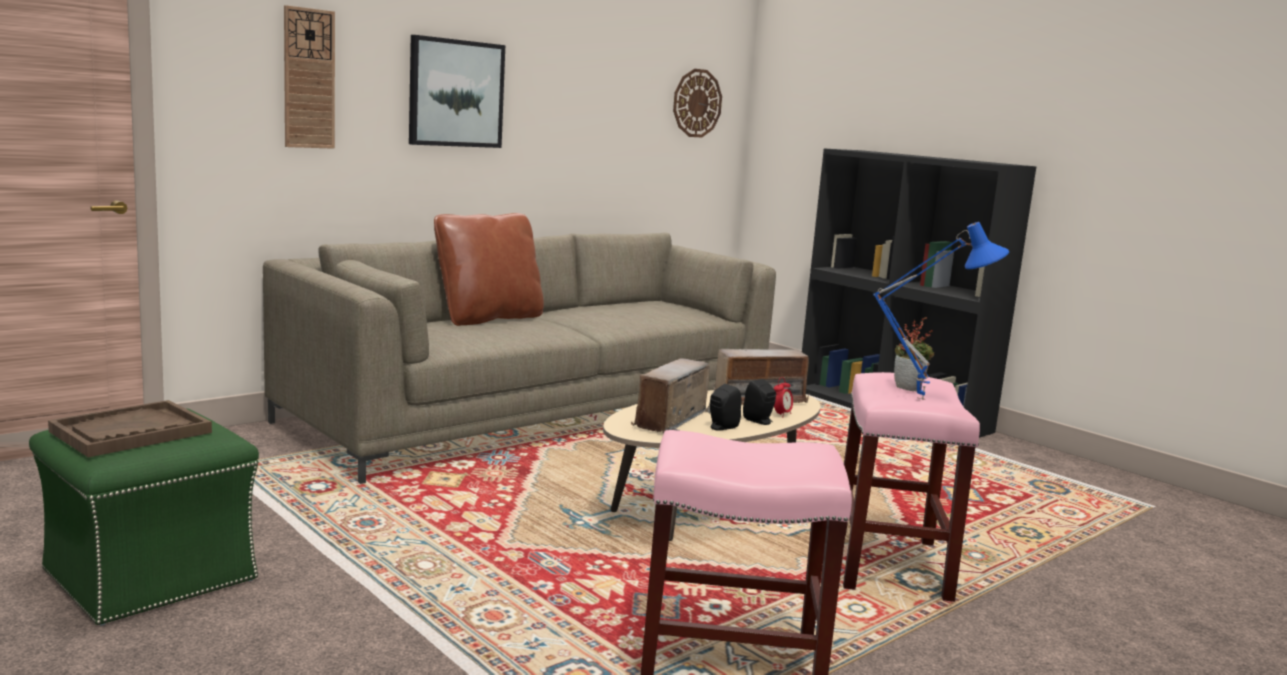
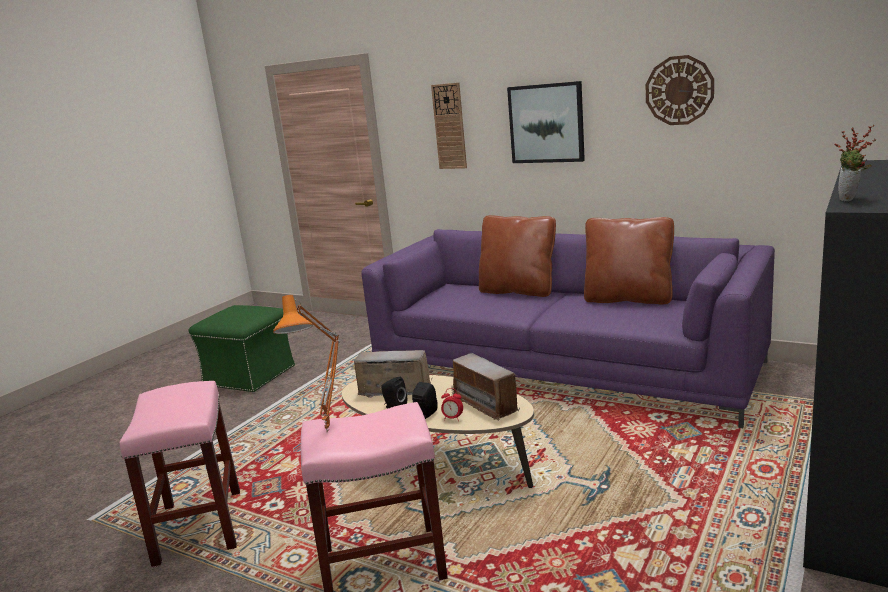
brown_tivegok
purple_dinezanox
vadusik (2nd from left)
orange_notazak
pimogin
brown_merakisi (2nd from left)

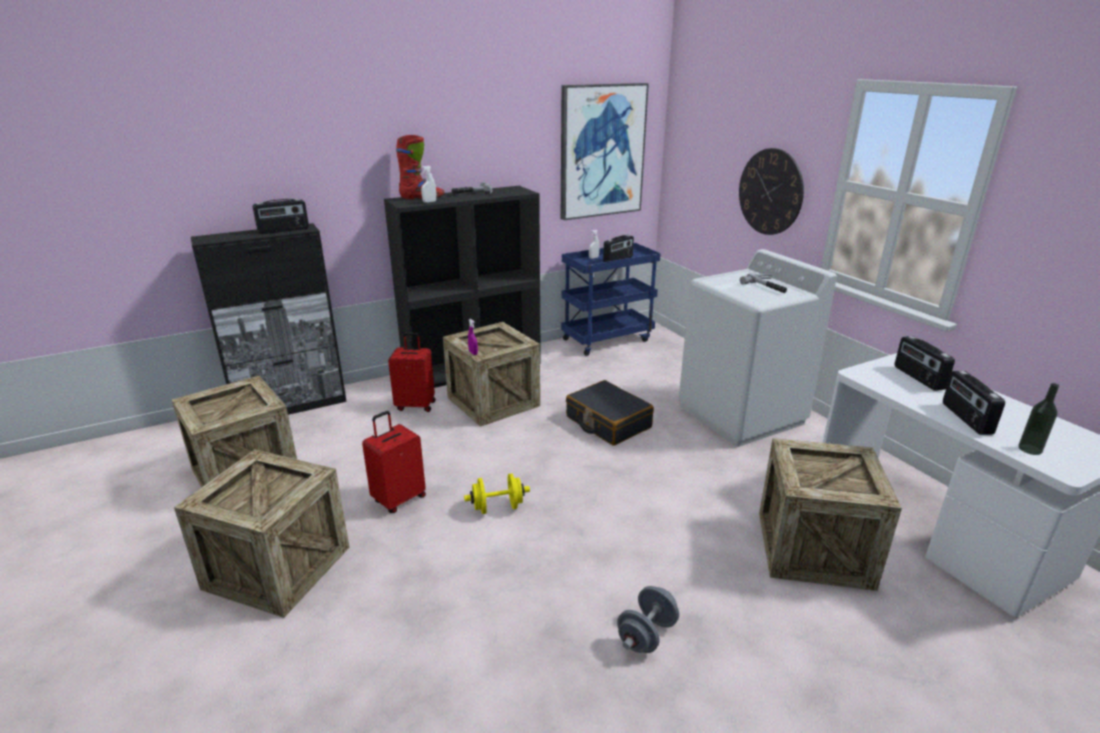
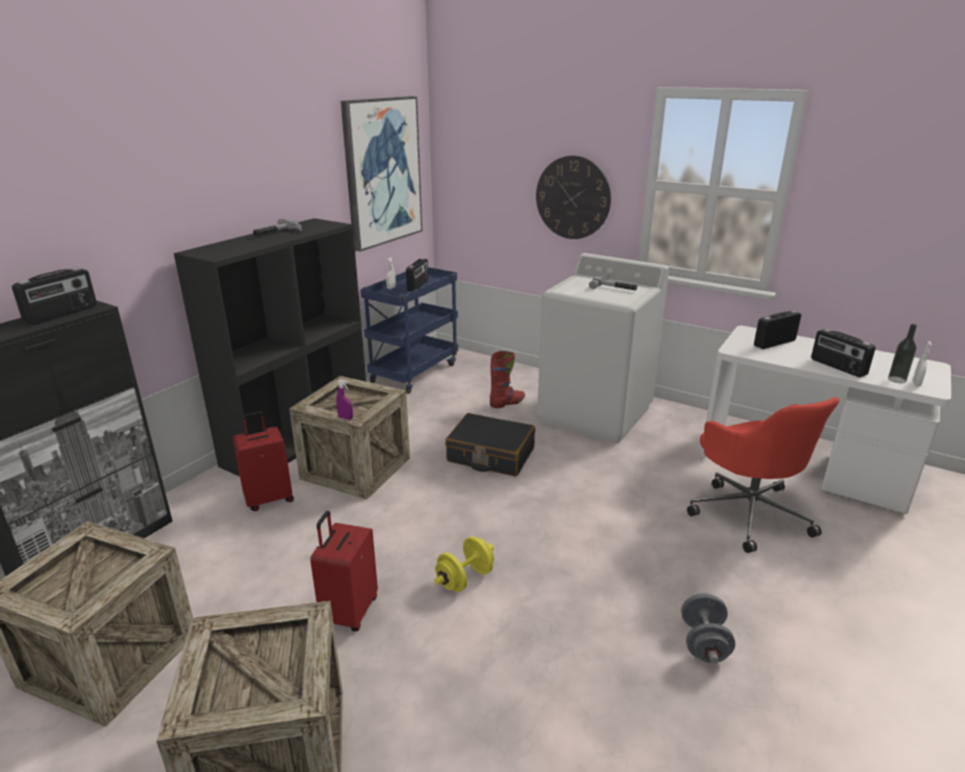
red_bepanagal
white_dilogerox (2nd from left)
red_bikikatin
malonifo (3rd from left)

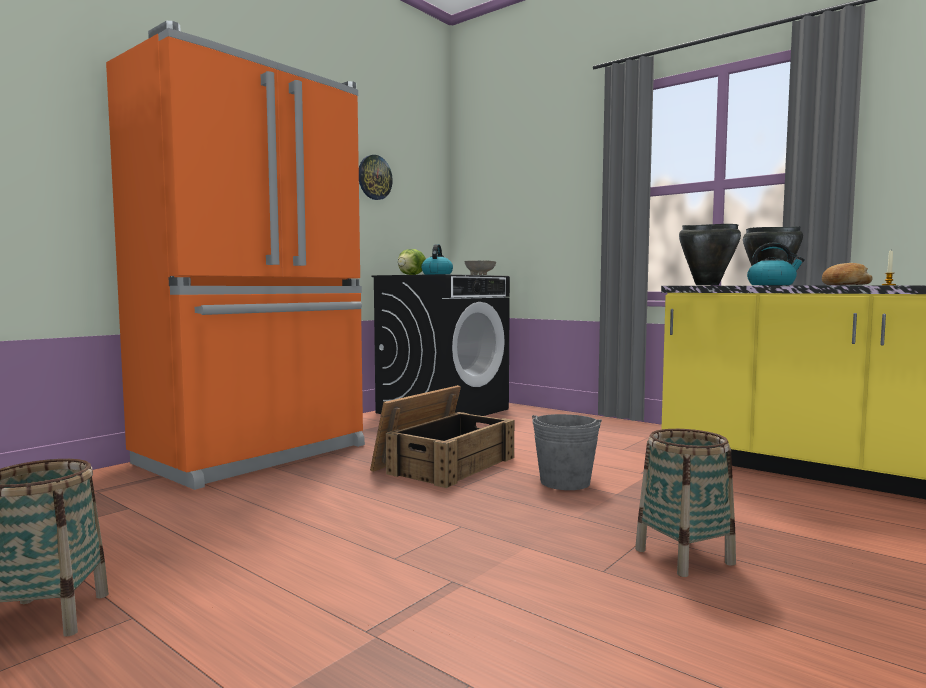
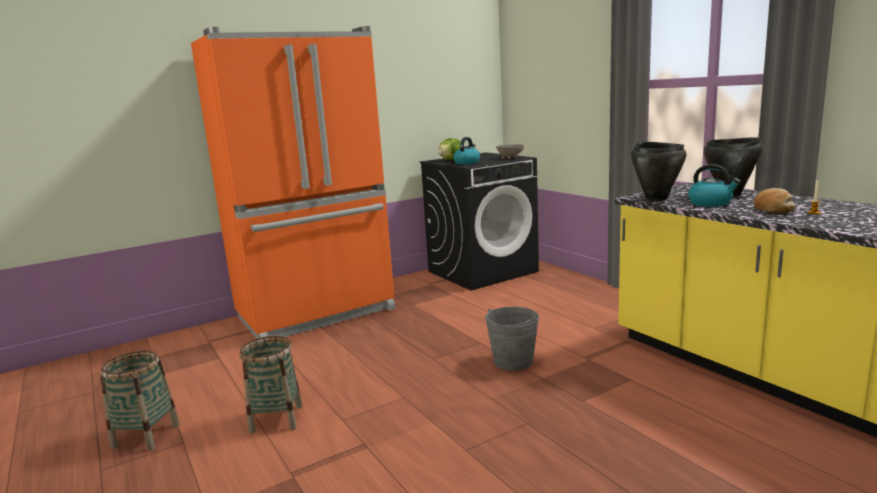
vadusik
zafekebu
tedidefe (2nd from left)

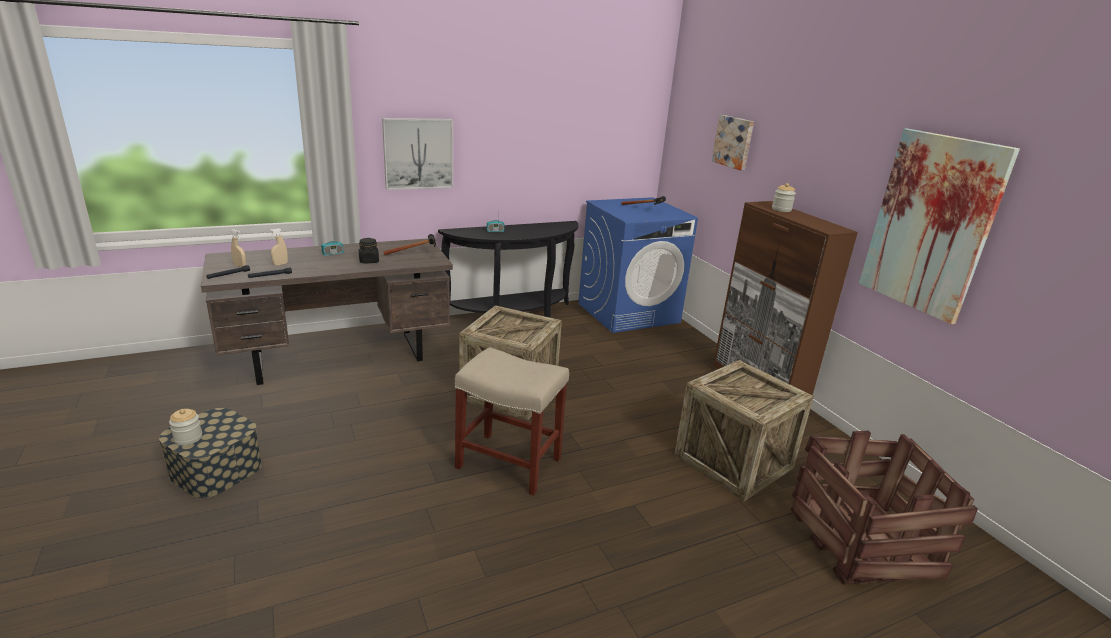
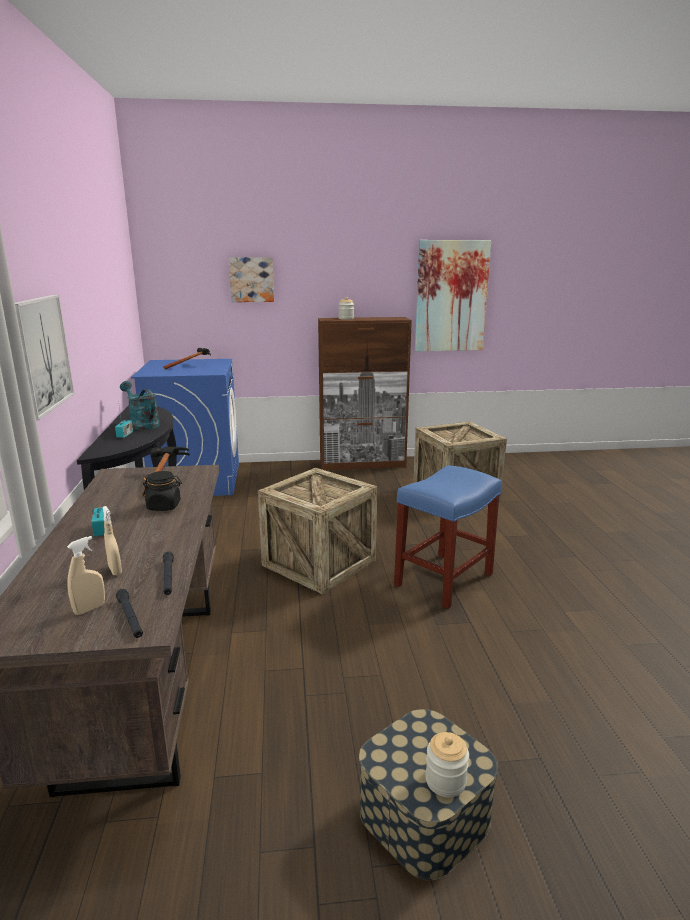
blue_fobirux
zafekebu (3rd from left in the first image)
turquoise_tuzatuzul

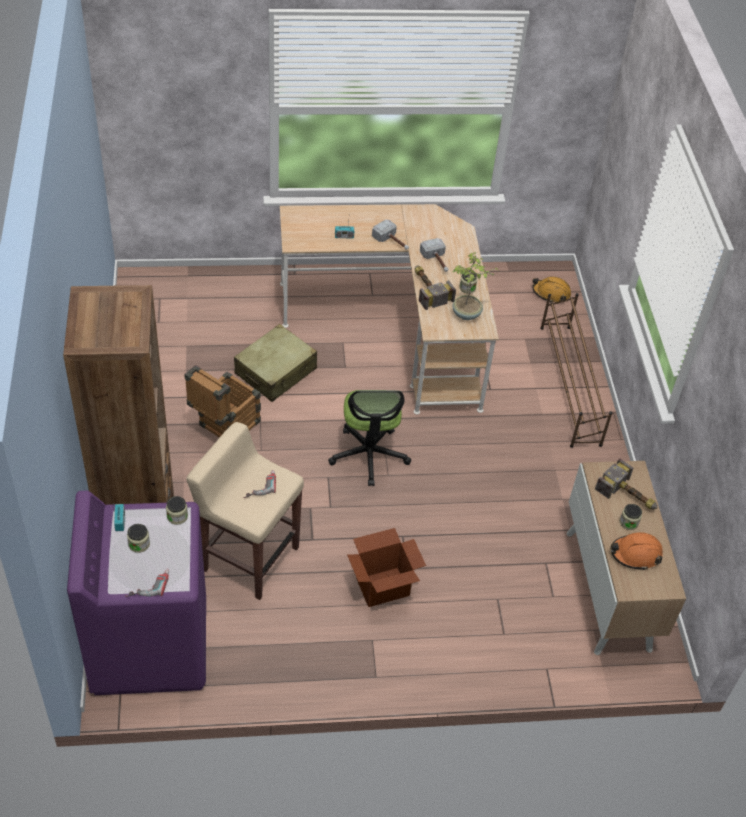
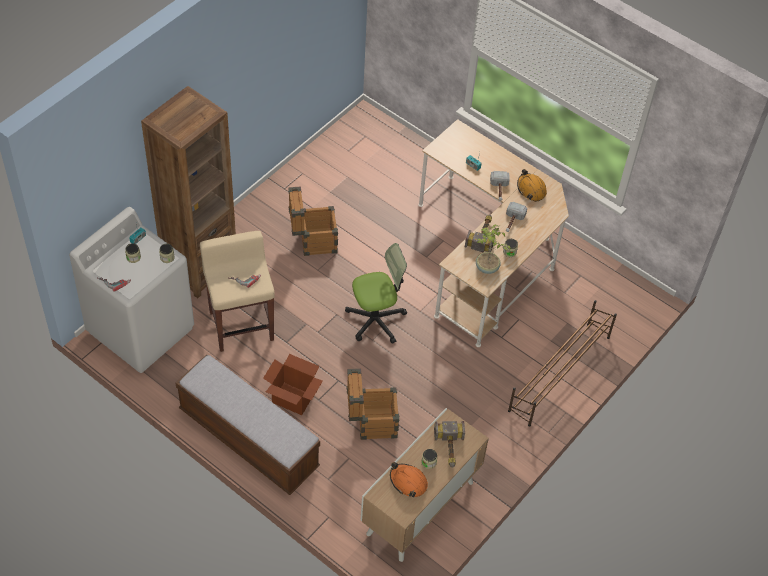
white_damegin
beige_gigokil
bikikatin
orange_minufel (2nd from left)
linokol
zafekebu (2nd from left)

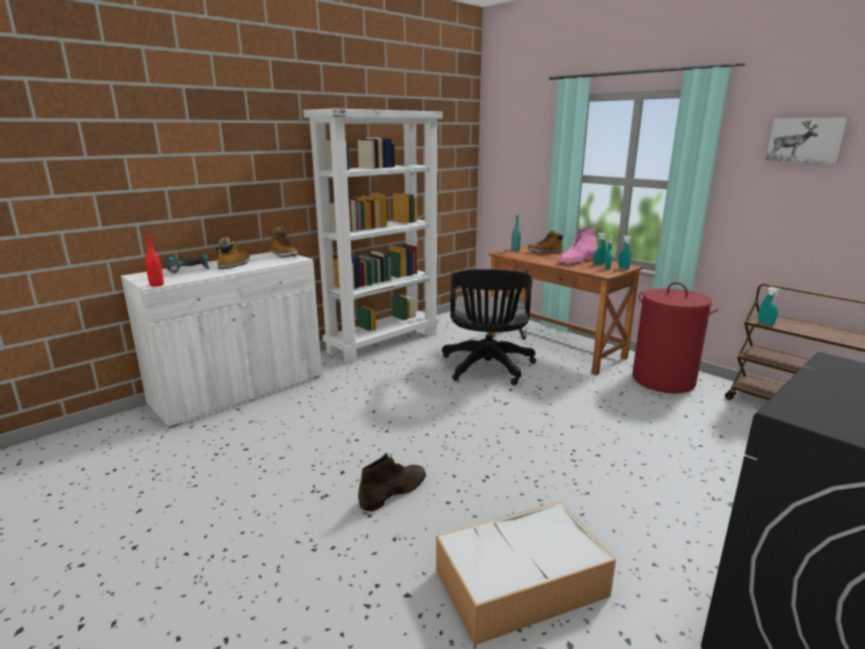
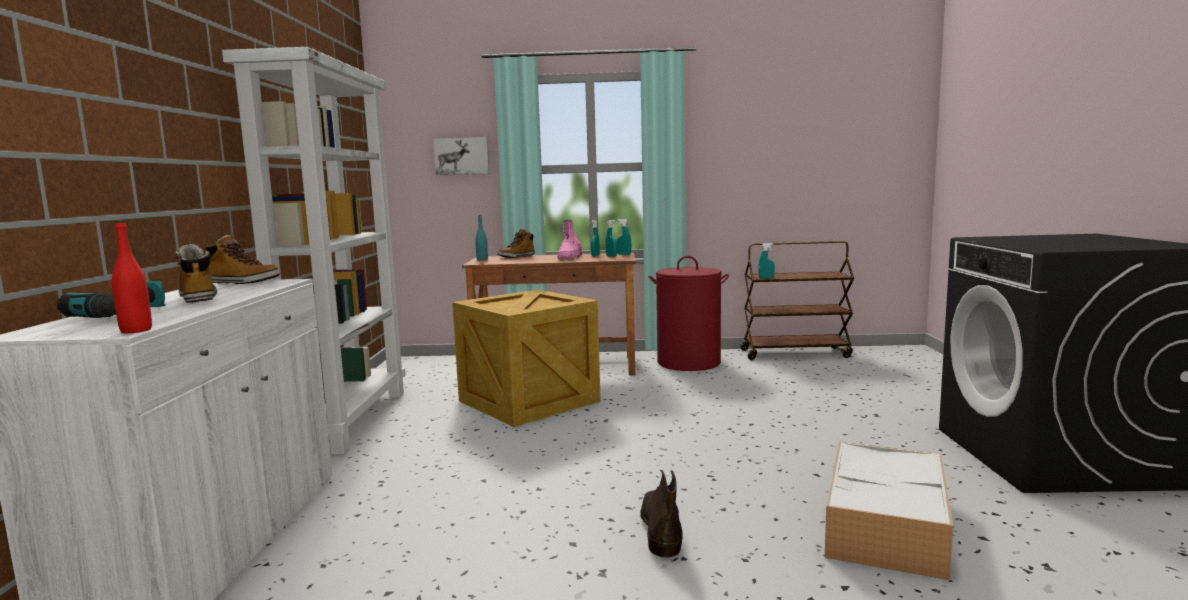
zafekebu
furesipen

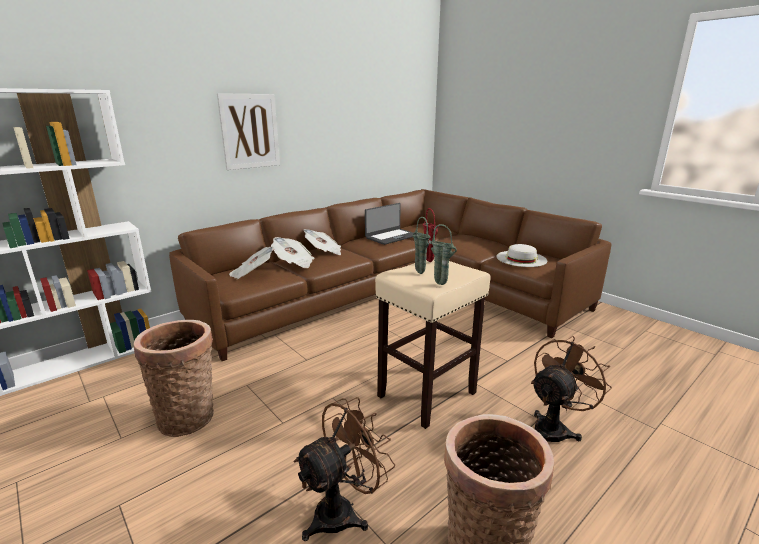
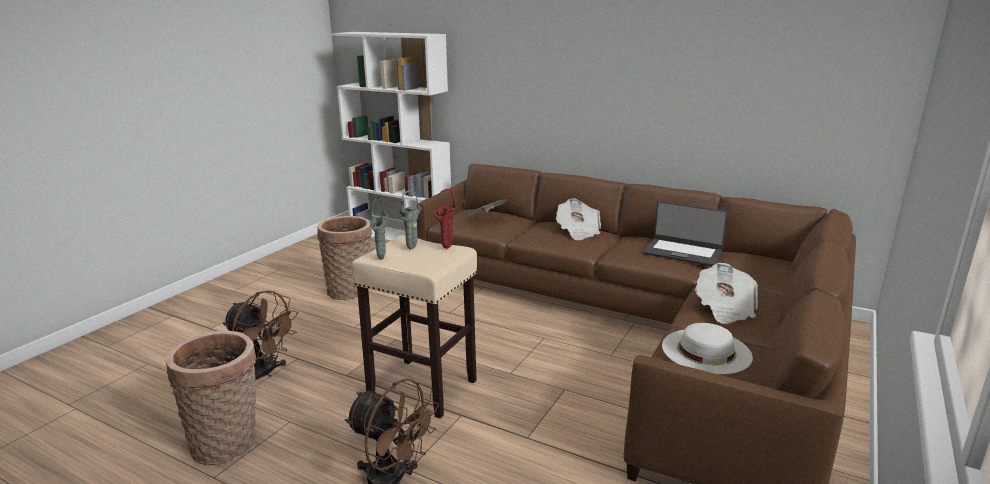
furesipen
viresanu (3rd from left)

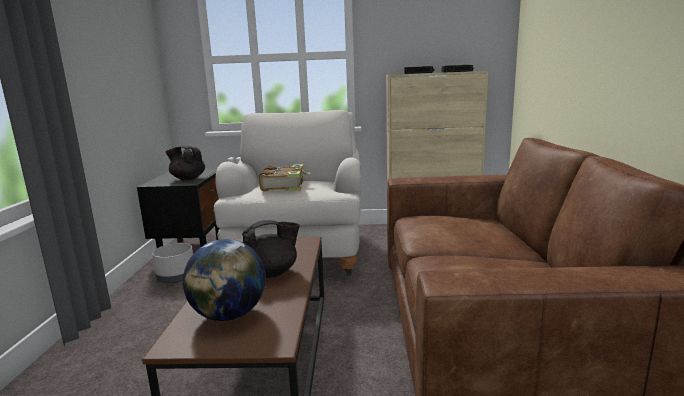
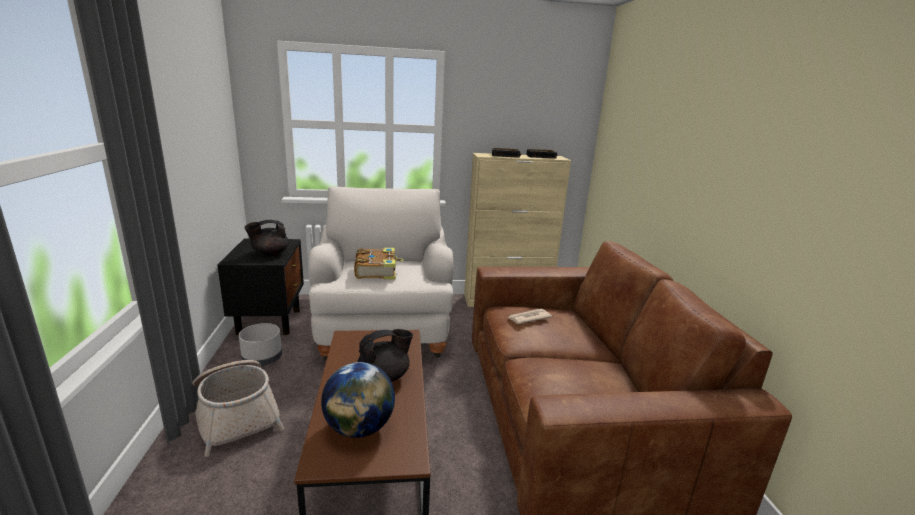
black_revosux (1st from left)
tedidefe
viresanu

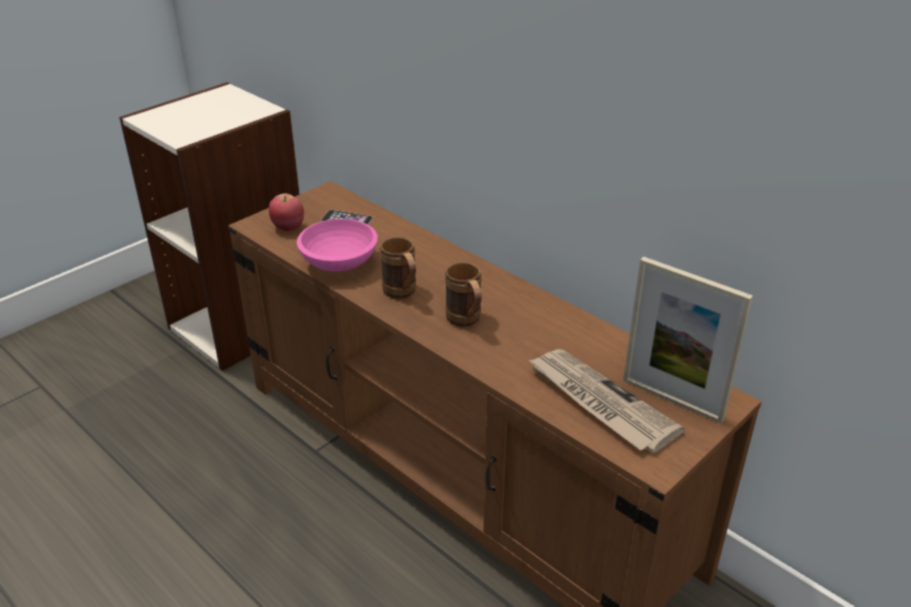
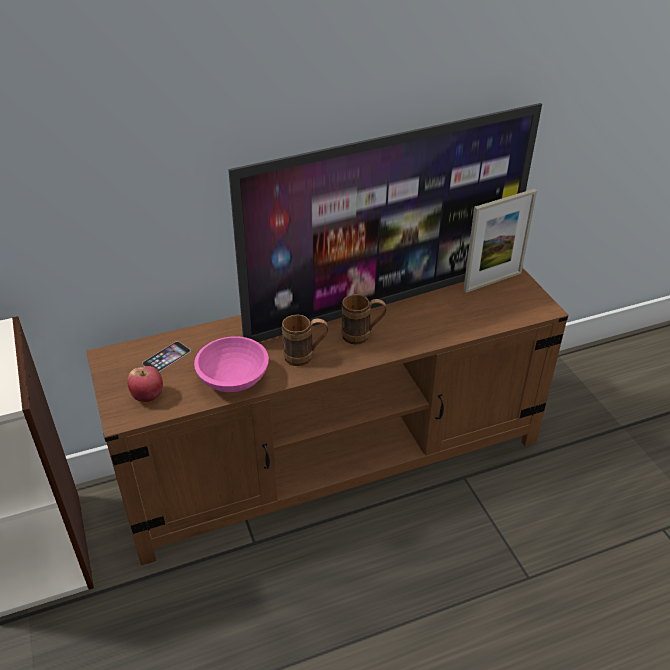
viresanu
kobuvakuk

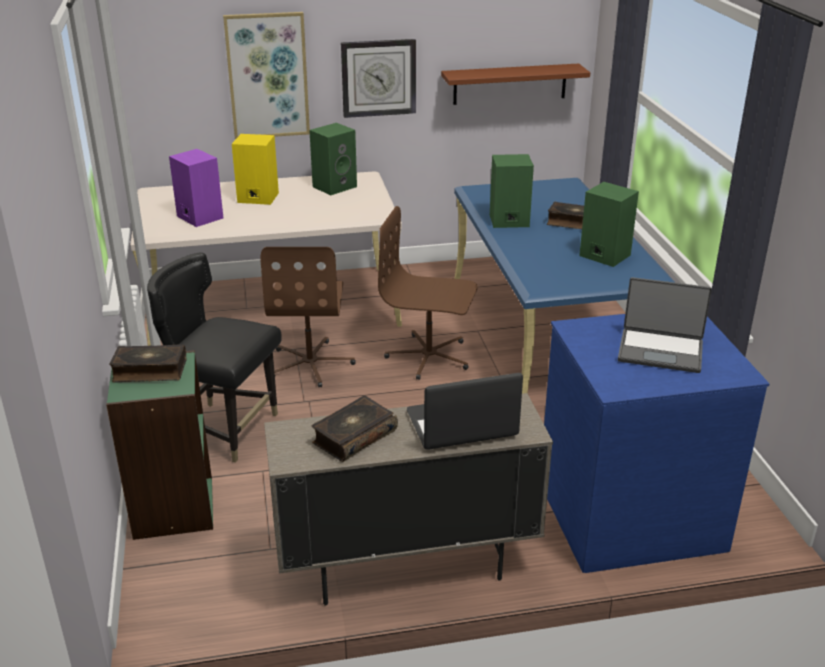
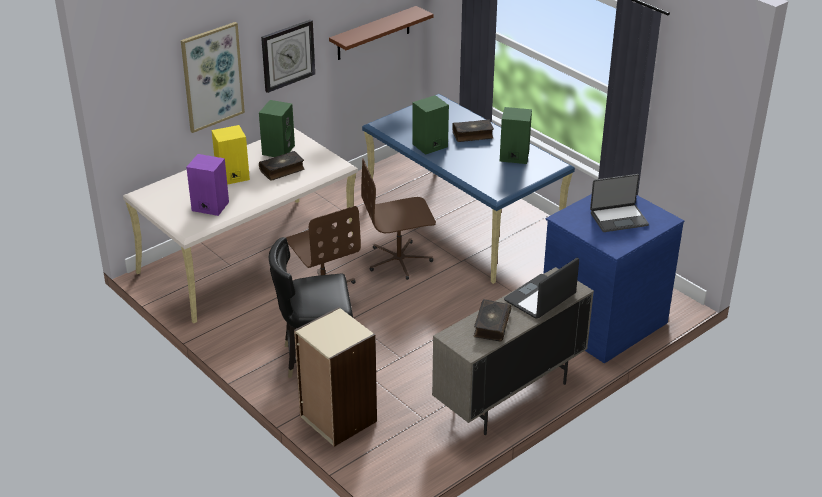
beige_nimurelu
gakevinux (1st from left)

